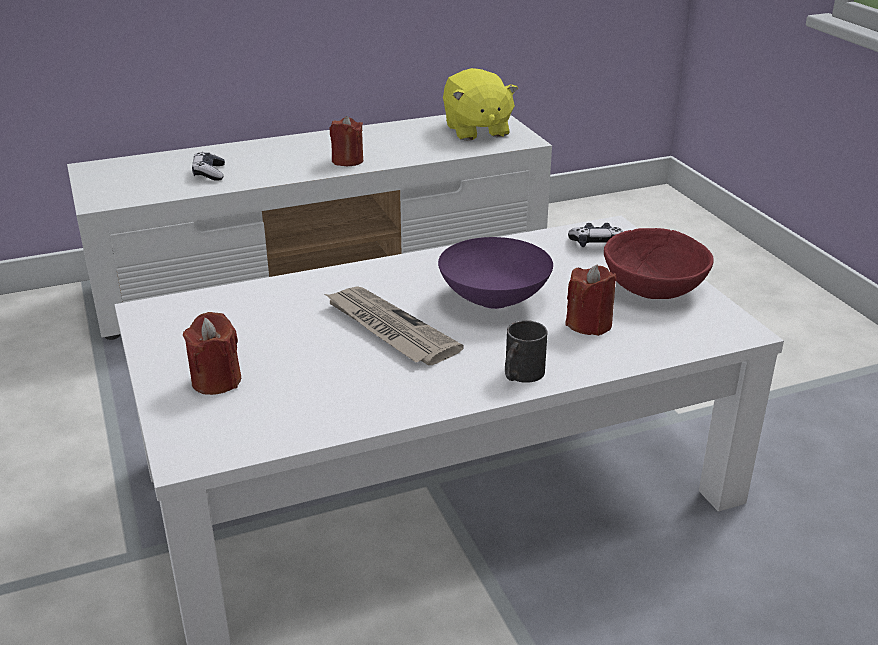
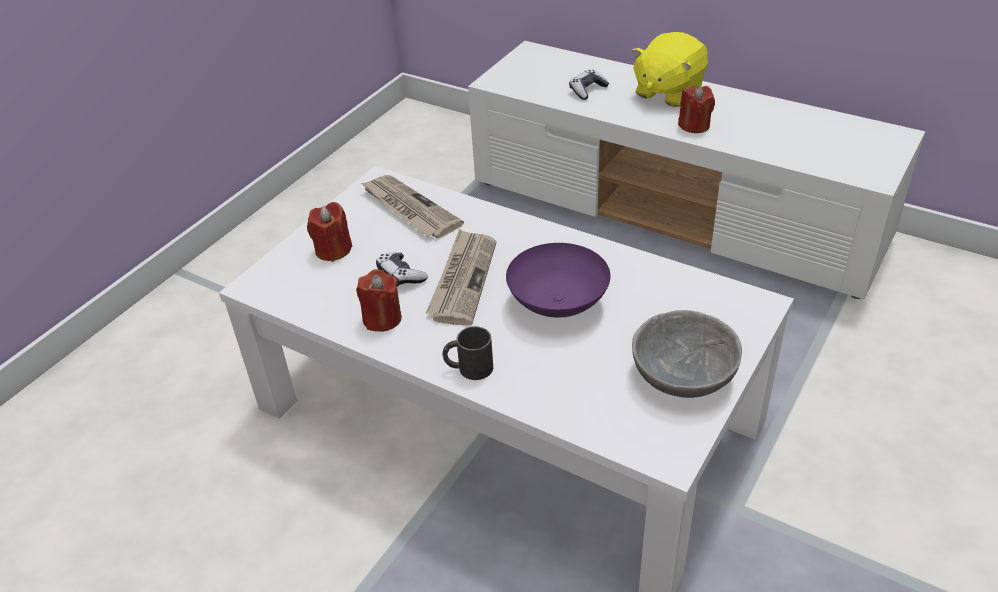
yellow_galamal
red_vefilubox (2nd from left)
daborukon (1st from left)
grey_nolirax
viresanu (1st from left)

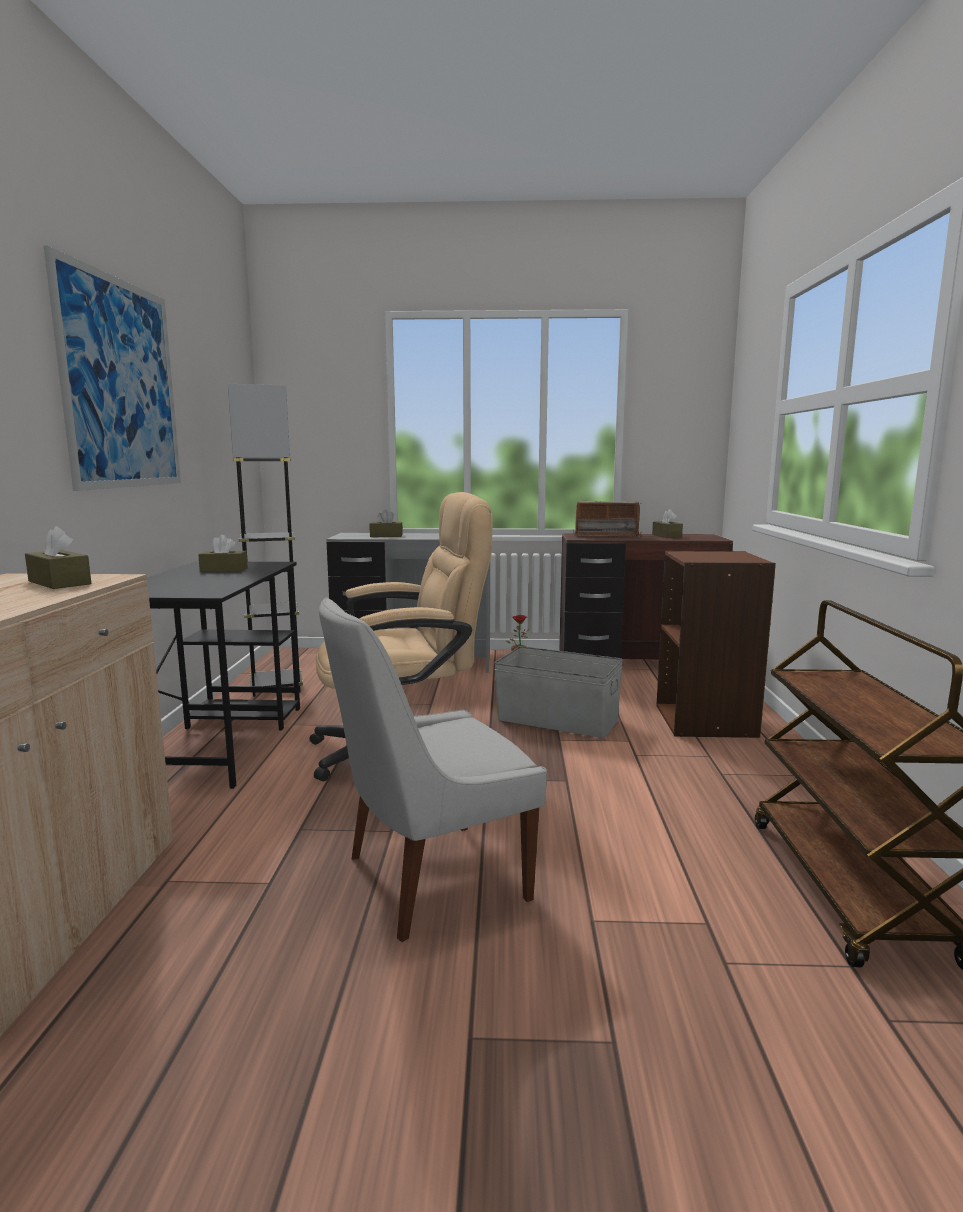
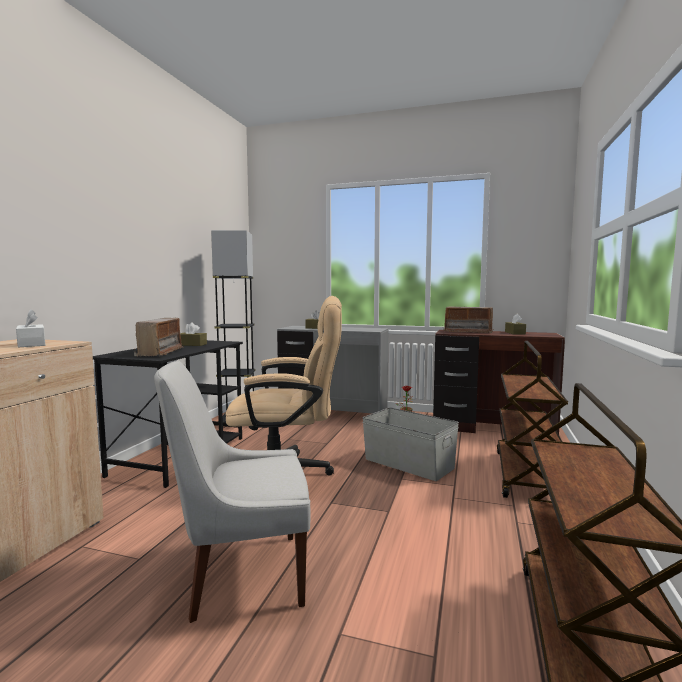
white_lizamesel
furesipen
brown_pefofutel (1st from left)
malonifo (1st from left)

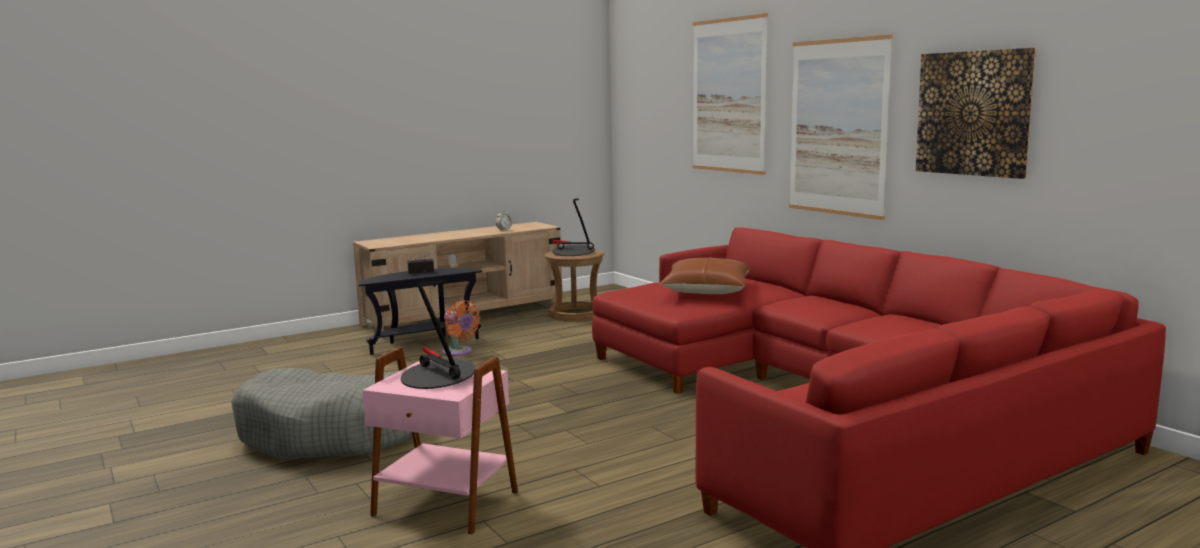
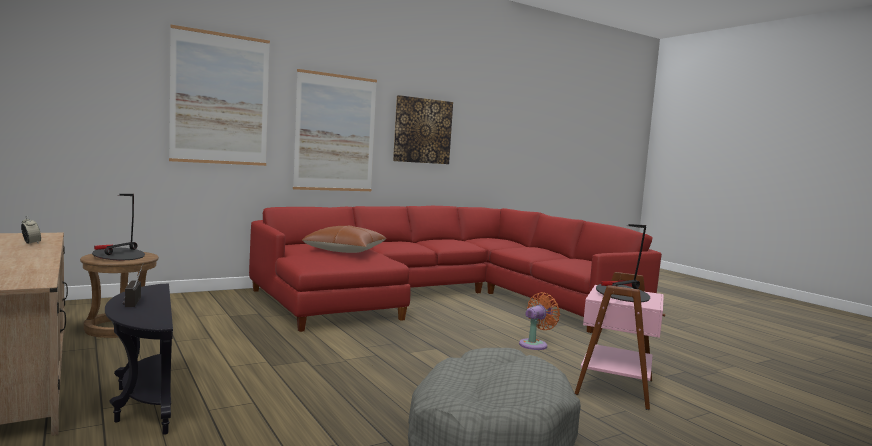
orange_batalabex

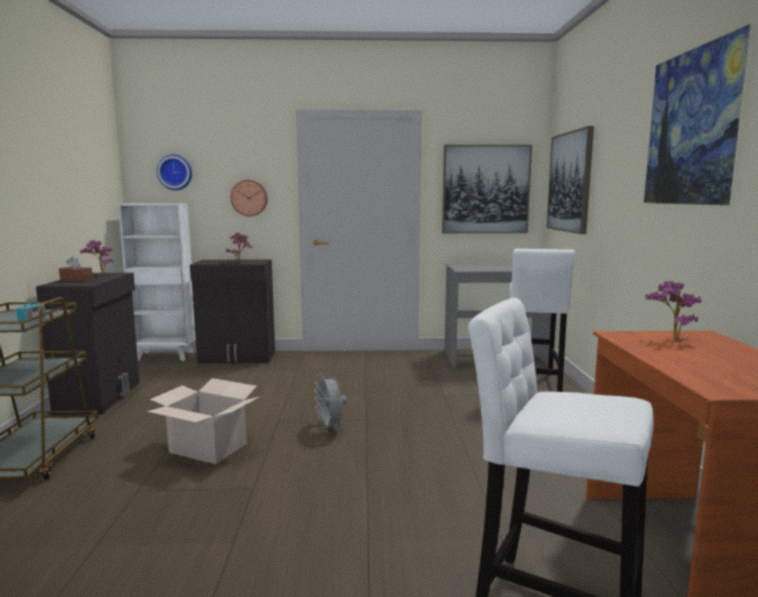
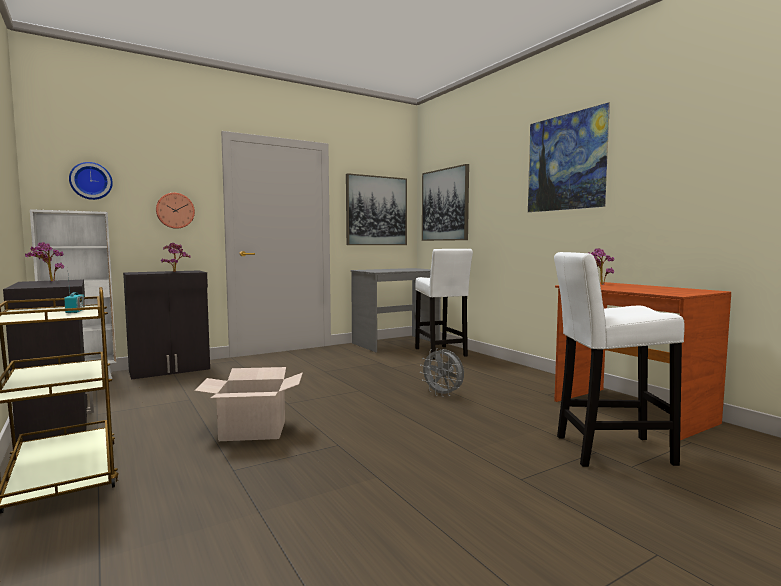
brown_lizamesel
grey_batalabex

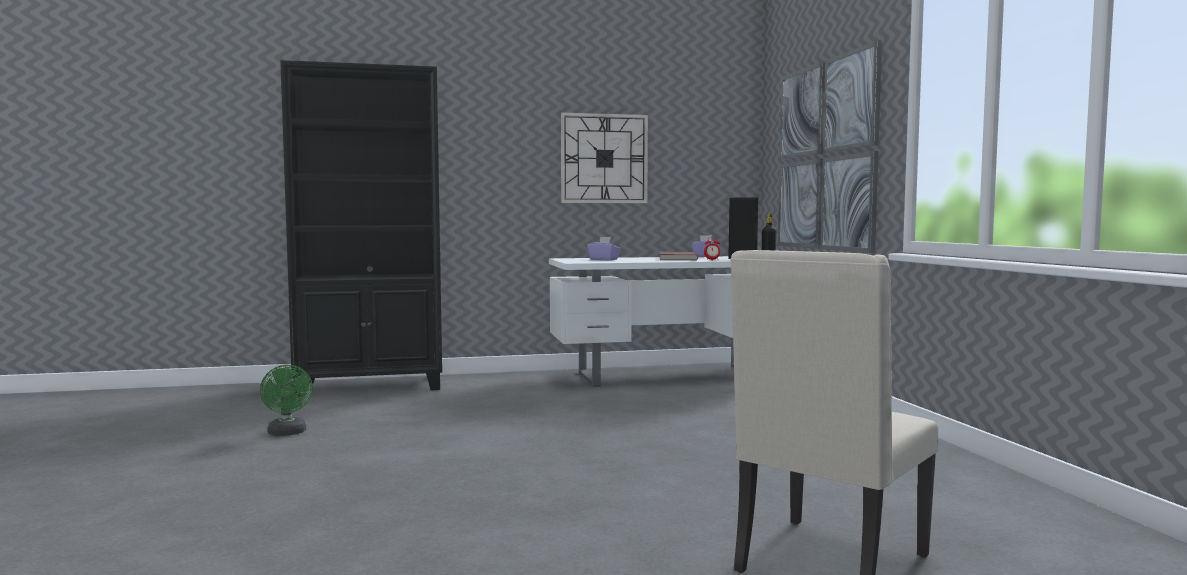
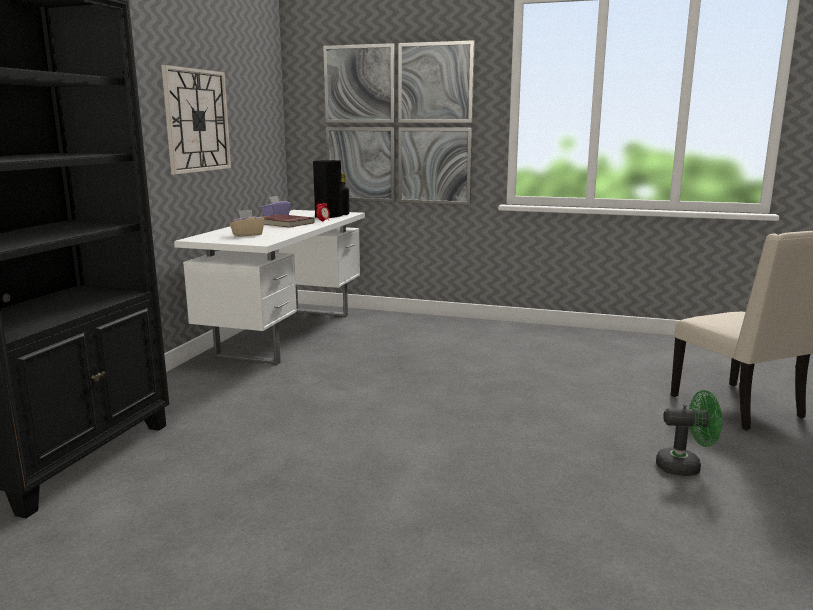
green_batalabex
beige_lizamesel

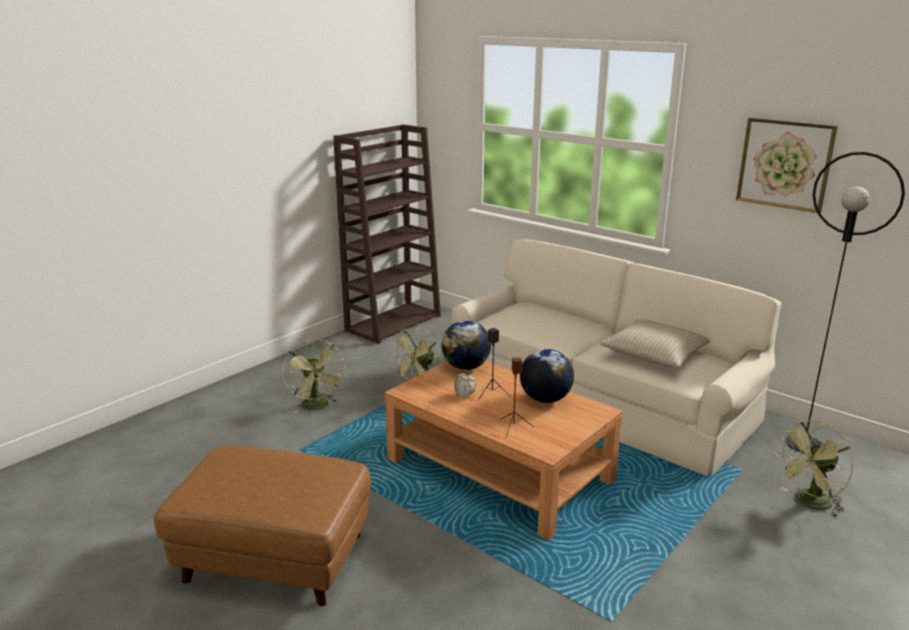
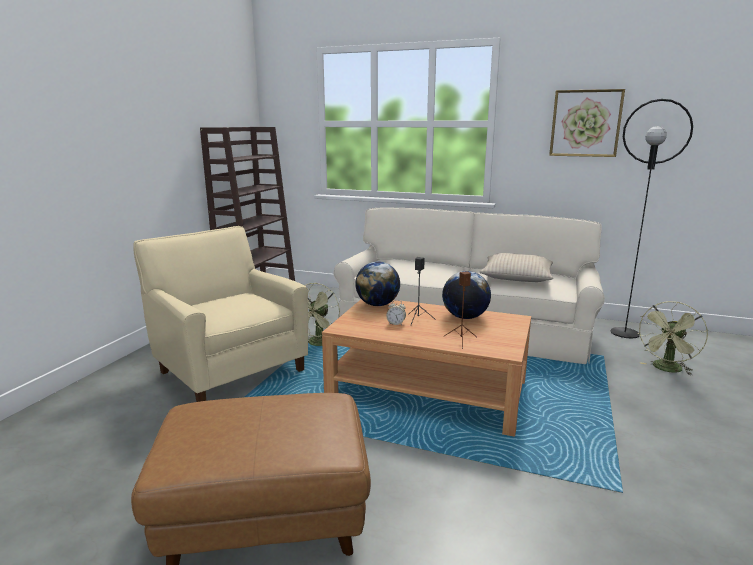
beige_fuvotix

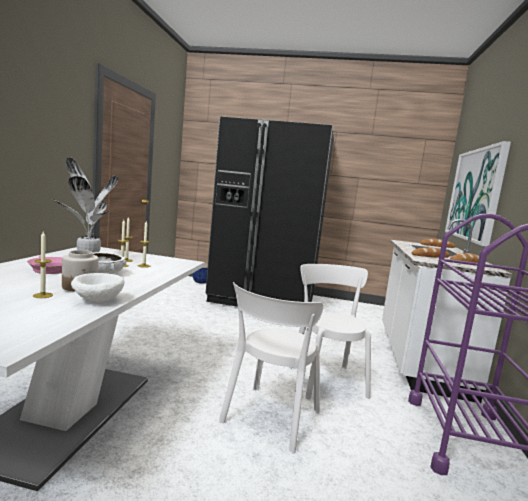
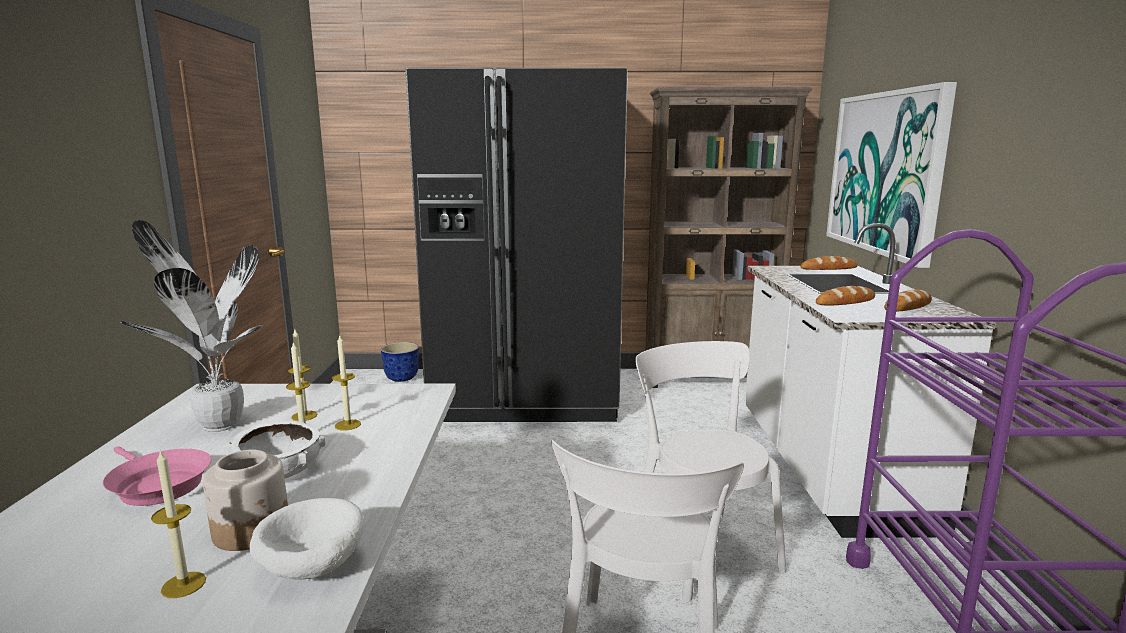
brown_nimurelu

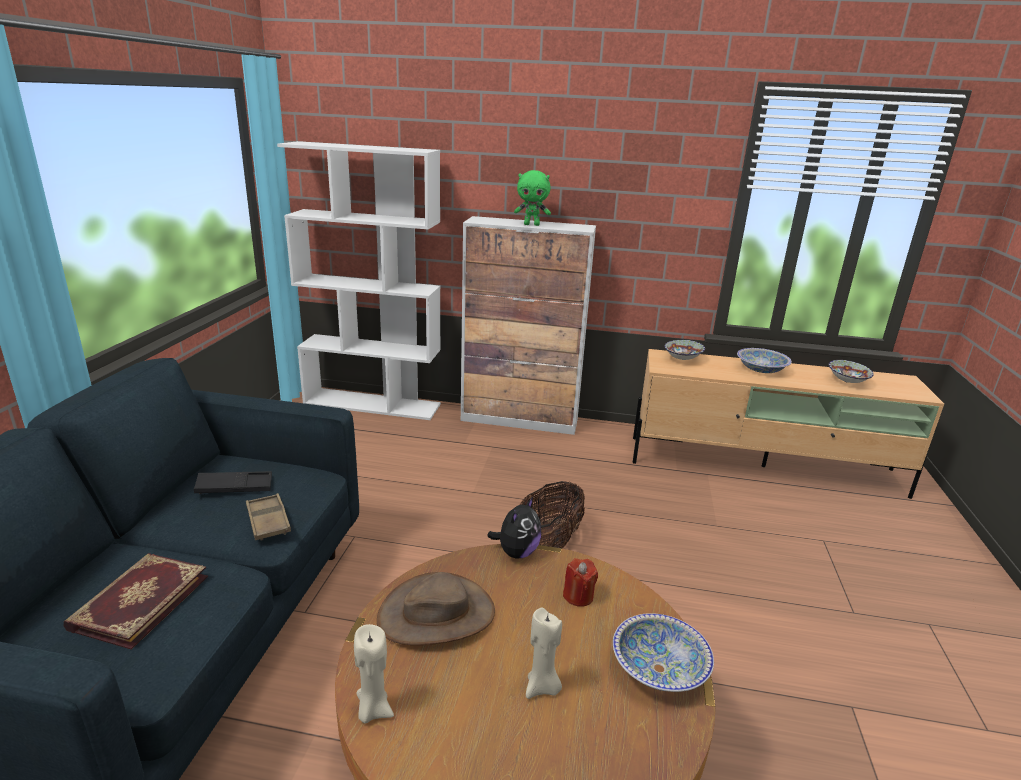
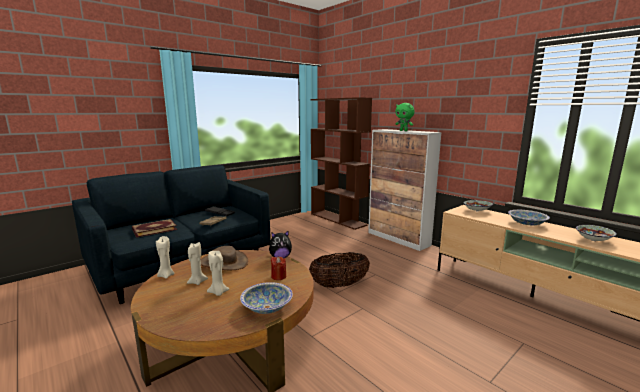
brown_nimurelu
beige_vefilubox (2nd from left)

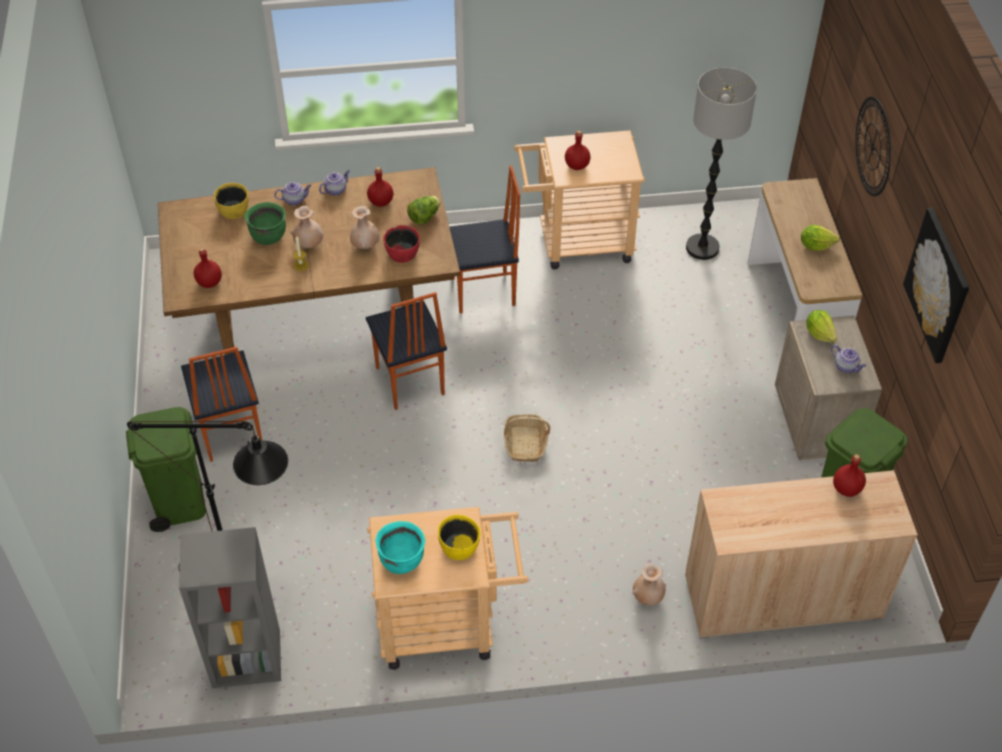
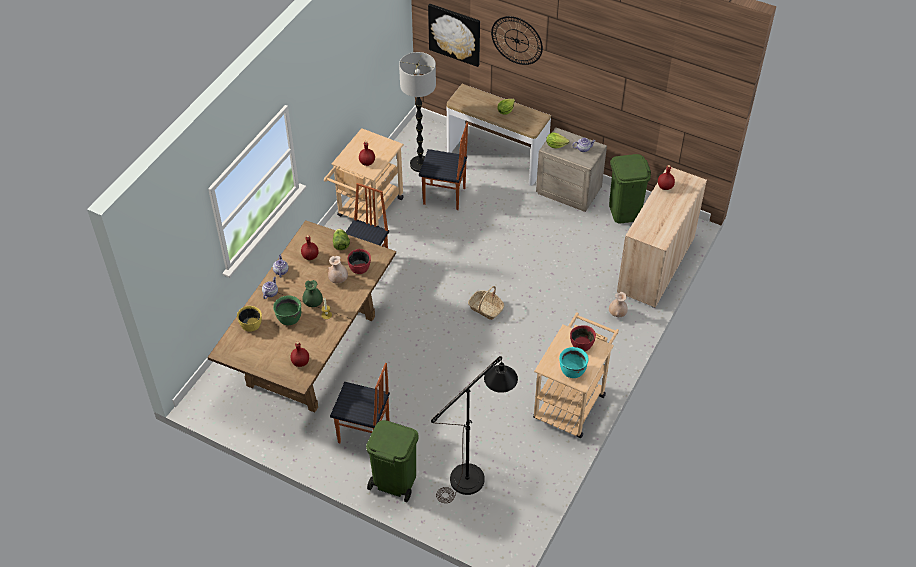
grey_nimurelu
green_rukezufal
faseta (3rd from left)
red_nolirax (2nd from left)
furesipen

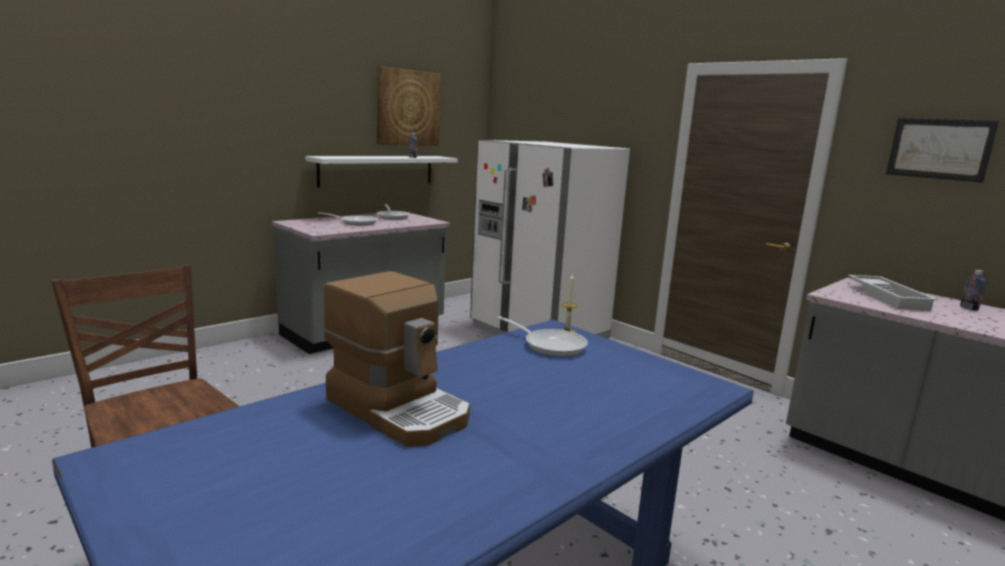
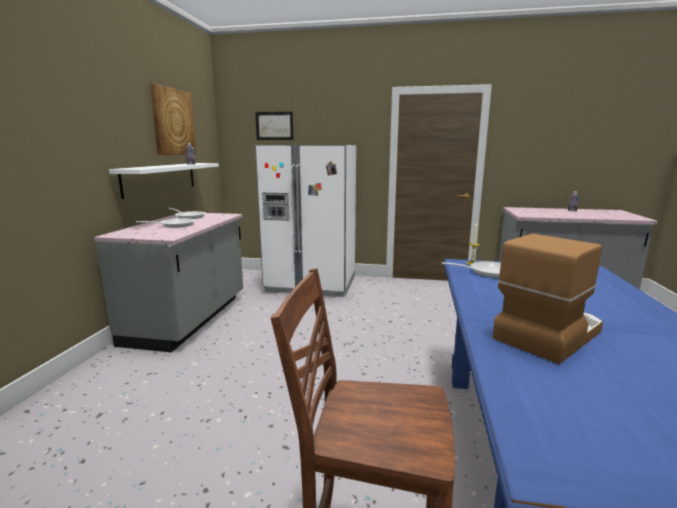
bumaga
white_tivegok
furesipen (2nd from left)

